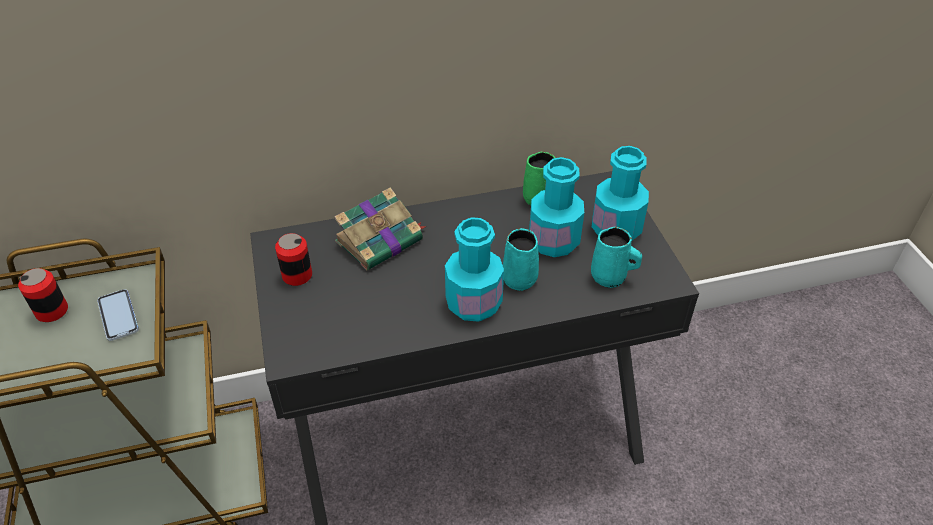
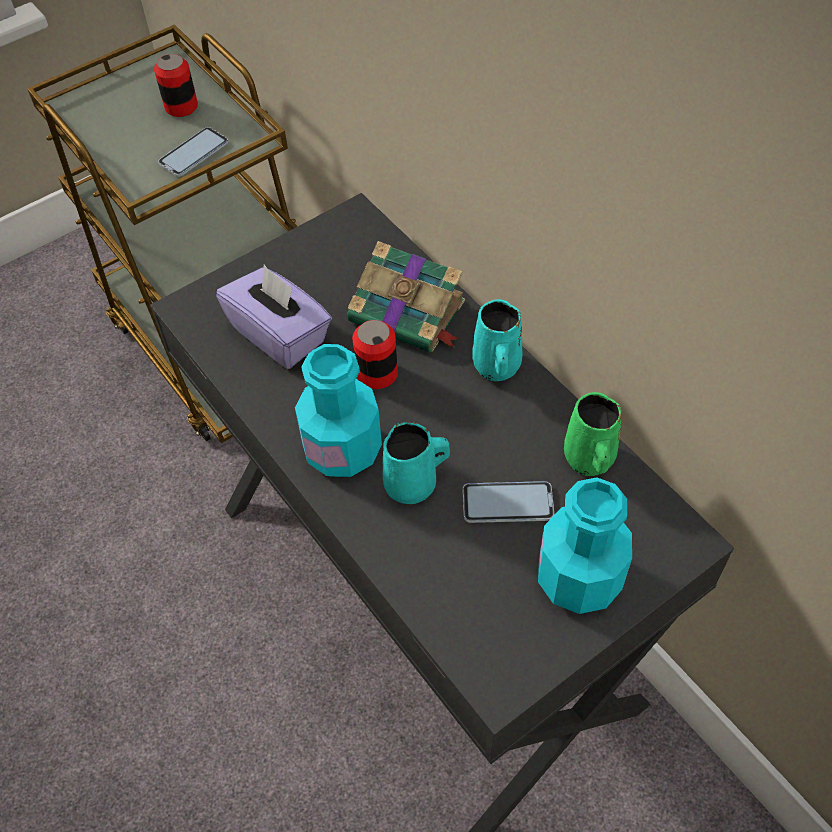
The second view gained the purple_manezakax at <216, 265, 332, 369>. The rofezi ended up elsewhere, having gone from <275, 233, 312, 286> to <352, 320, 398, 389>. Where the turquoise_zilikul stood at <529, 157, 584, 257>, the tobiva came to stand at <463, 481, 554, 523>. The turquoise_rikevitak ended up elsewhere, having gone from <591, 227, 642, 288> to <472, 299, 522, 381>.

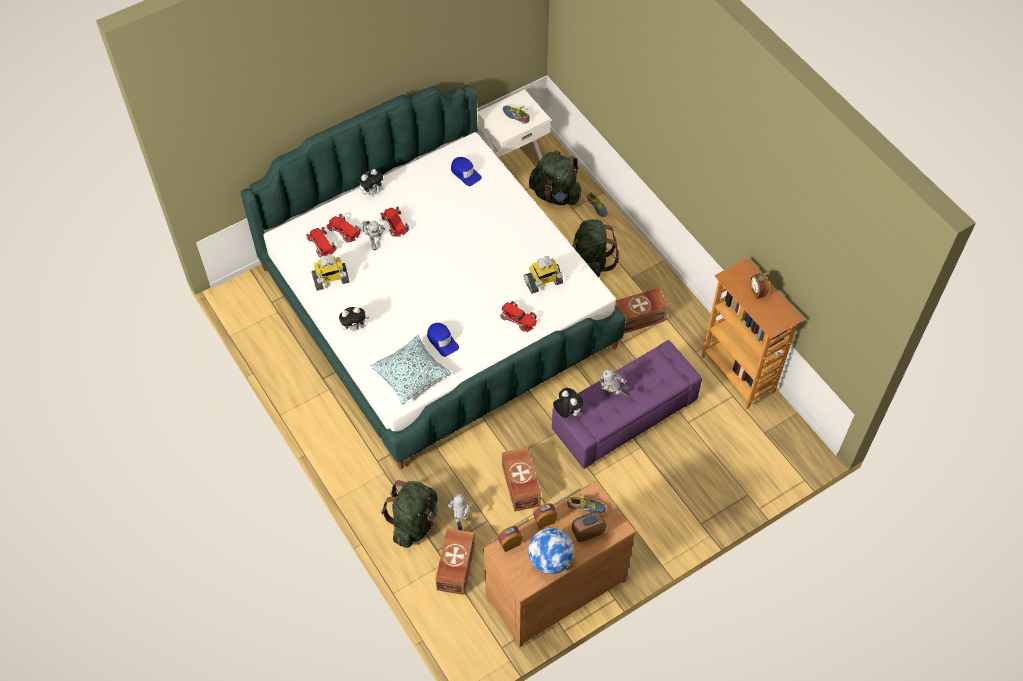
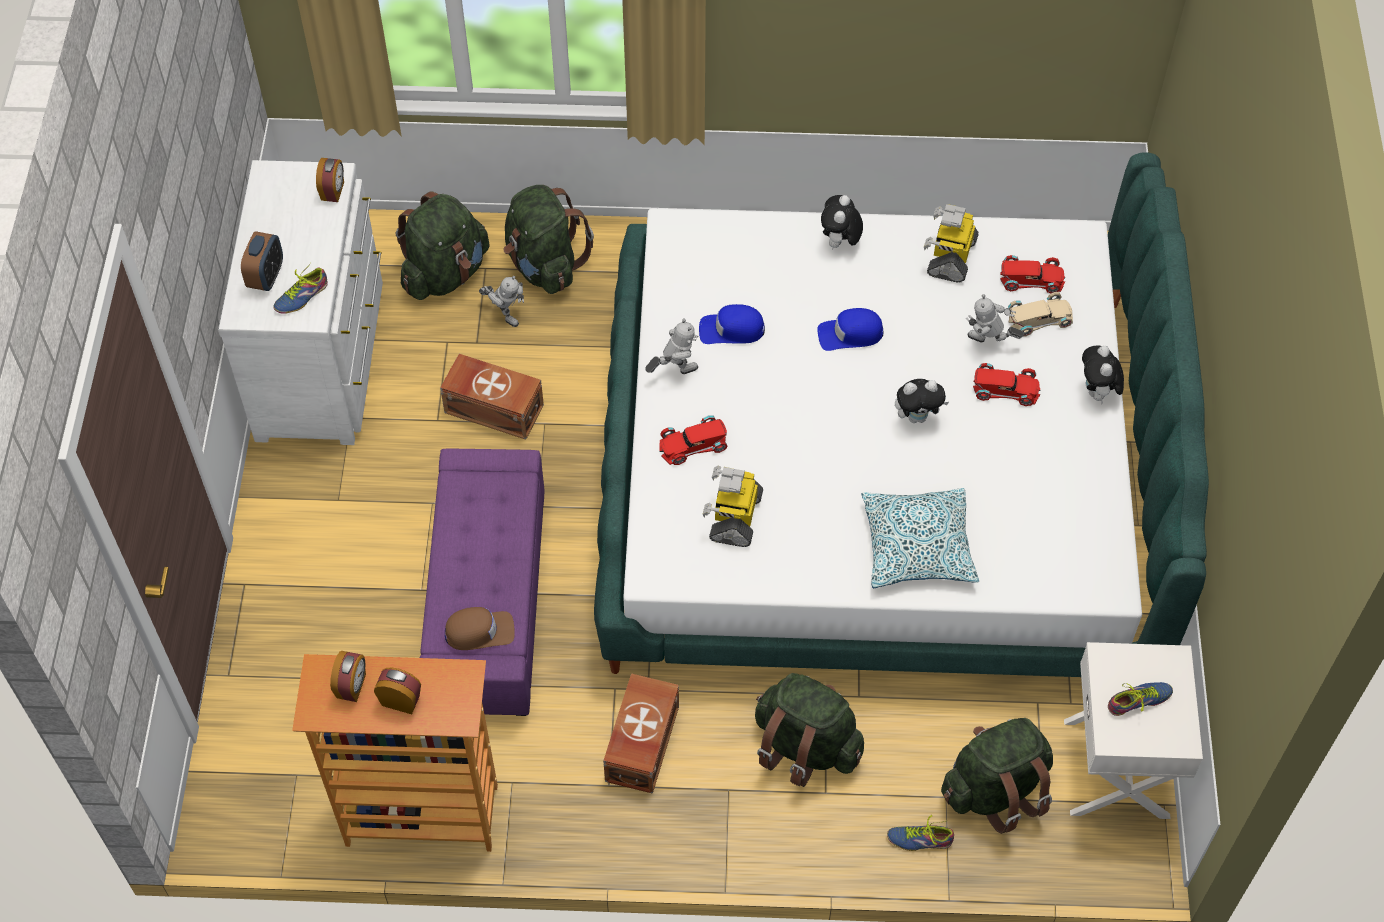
What was the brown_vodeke at <483, 481, 636, 647> turned into the white_vodeke at <218, 160, 383, 445>. The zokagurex ended up elsewhere, having gone from <533, 503, 558, 529> to <330, 651, 366, 702>. Where the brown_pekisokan stood at <435, 528, 475, 595>, the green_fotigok came to stand at <396, 191, 489, 300>. The second view gained the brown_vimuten at <445, 607, 515, 650>. The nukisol ended up elsewhere, having gone from <599, 368, 630, 396> to <645, 318, 698, 374>. The blue_vimuten ended up elsewhere, having gone from <451, 157, 482, 186> to <817, 308, 883, 351>. The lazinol ended up elsewhere, having gone from <371, 335, 451, 404> to <862, 488, 979, 588>. The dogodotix ended up elsewhere, having gone from <553, 388, 584, 418> to <895, 379, 949, 423>. What was the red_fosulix at <327, 214, 361, 243> turned into the beige_fosulix at <1008, 292, 1073, 337>. The second view lost the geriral at <528, 528, 574, 574>.

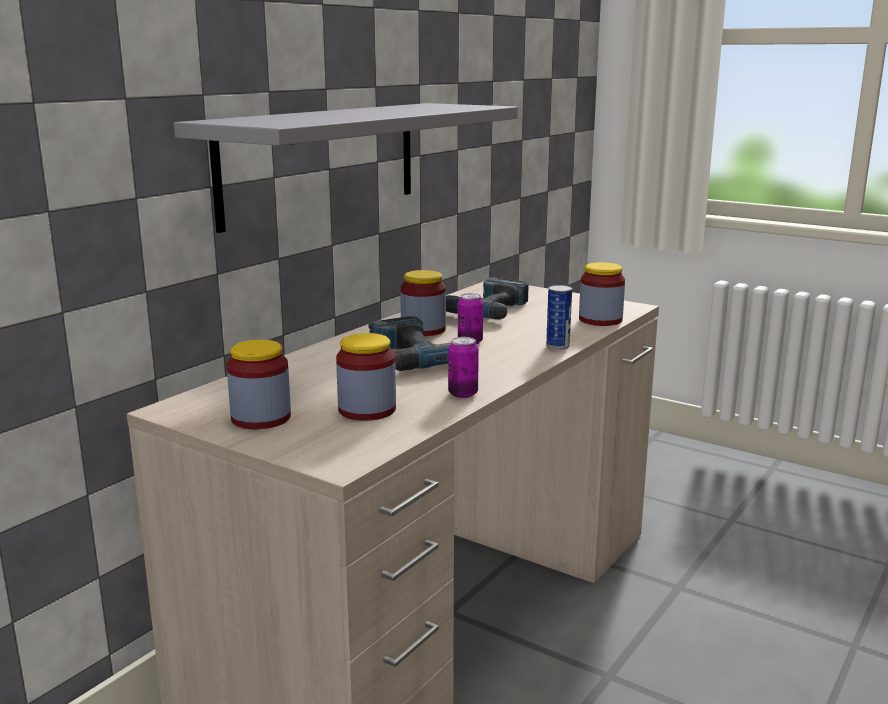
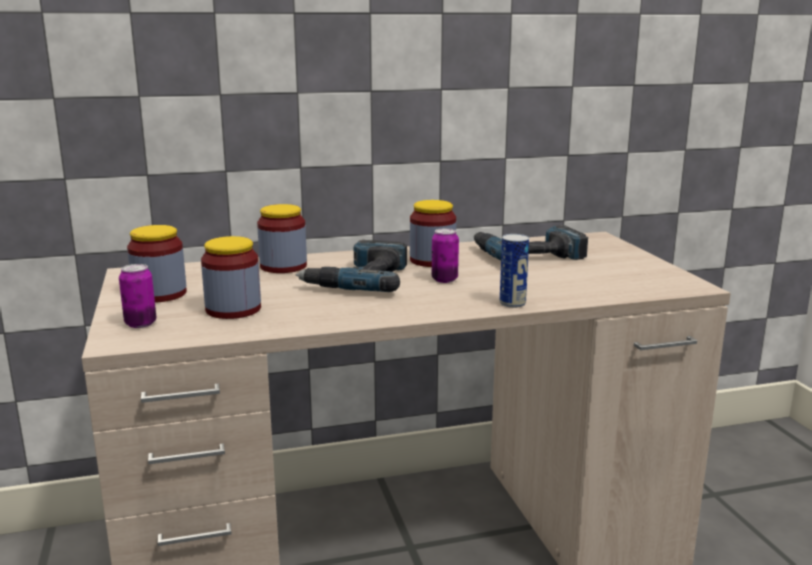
The rofezi ended up elsewhere, having gone from <448, 337, 479, 398> to <119, 264, 156, 328>. The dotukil ended up elsewhere, having gone from <579, 262, 625, 326> to <257, 204, 307, 273>. The second view lost the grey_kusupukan at <174, 103, 518, 233>.

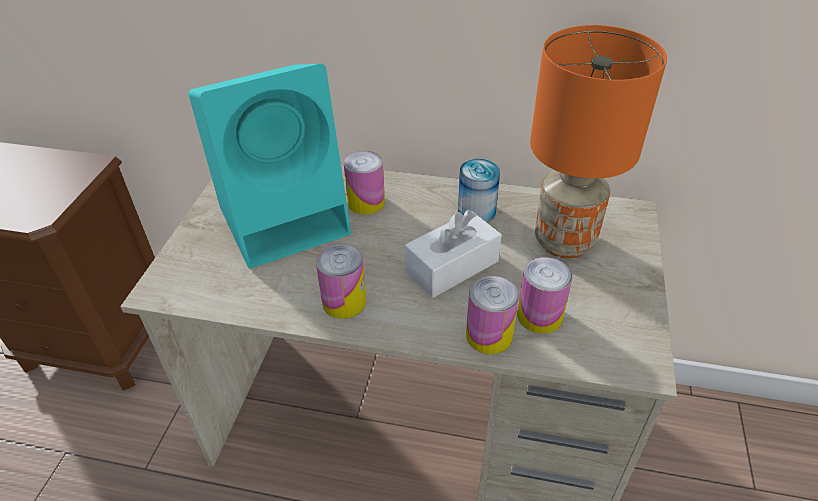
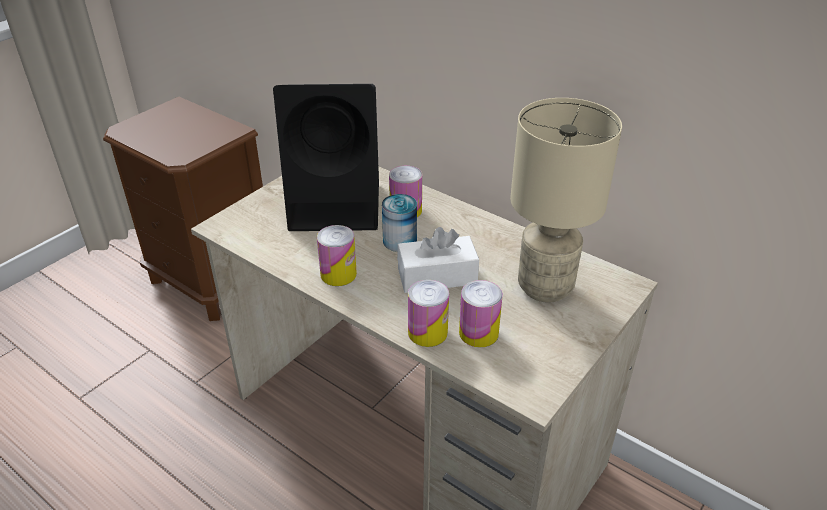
What was the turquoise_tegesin at <188, 64, 351, 269> turned into the black_tegesin at <273, 84, 379, 231>. The rofezi ended up elsewhere, having gone from <458, 159, 500, 222> to <382, 194, 417, 252>. What was the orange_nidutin at <530, 25, 667, 259> turned into the beige_nidutin at <510, 98, 622, 303>.

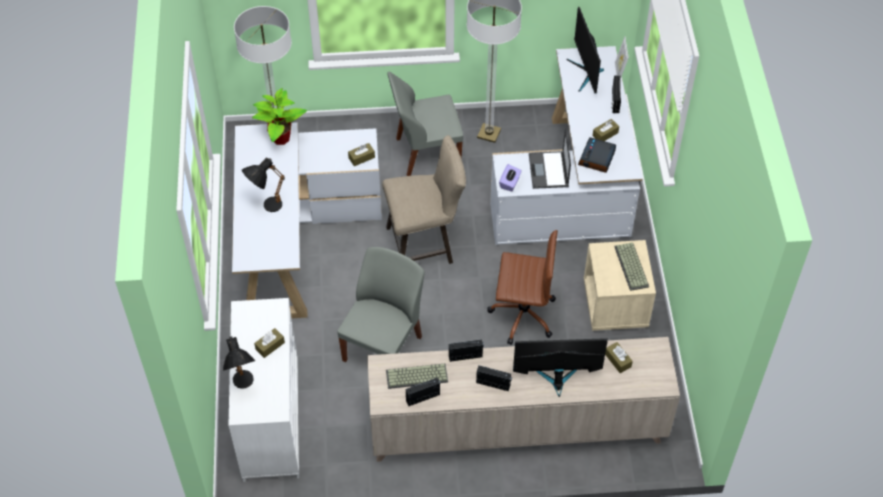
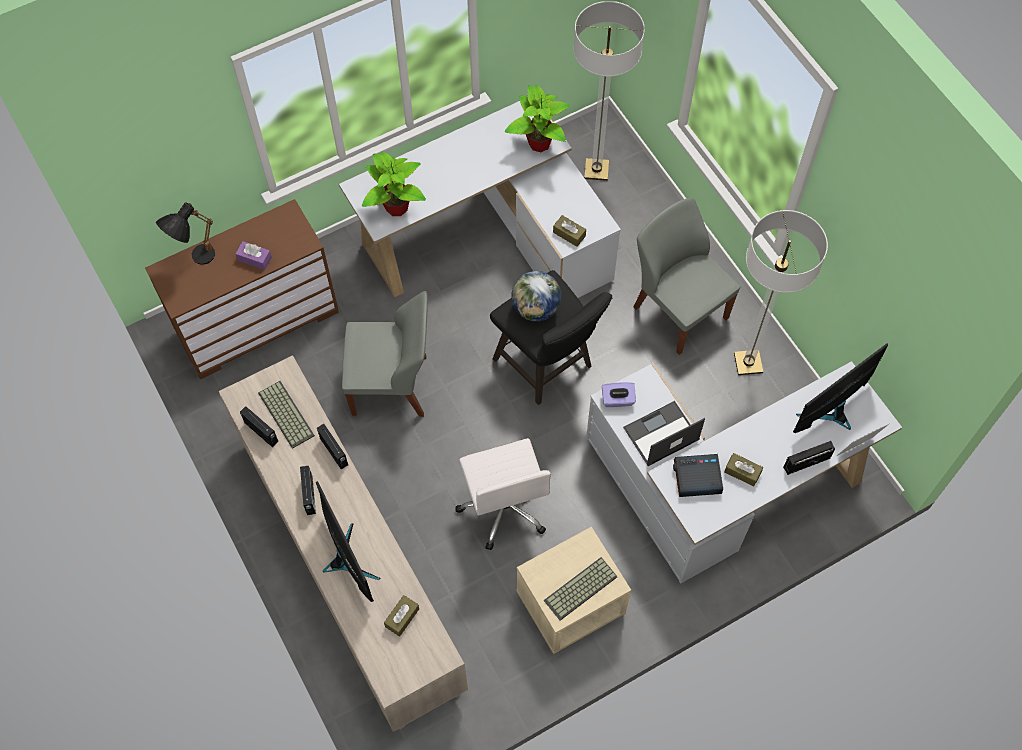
What was the white_vodeke at <229, 298, 299, 482> turned into the brown_vodeke at <145, 199, 339, 380>. What was the brown_manezakax at <254, 328, 285, 358> turned into the purple_manezakax at <235, 241, 272, 270>. The second view gained the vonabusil at <362, 151, 426, 216>. What was the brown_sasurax at <487, 230, 558, 345> turned into the white_sasurax at <455, 438, 551, 550>. What was the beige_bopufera at <382, 135, 466, 264> turned into the black_bopufera at <490, 270, 612, 405>. The second view gained the geriral at <511, 271, 561, 321>. The second view lost the black_nidutin at <242, 157, 285, 212>.

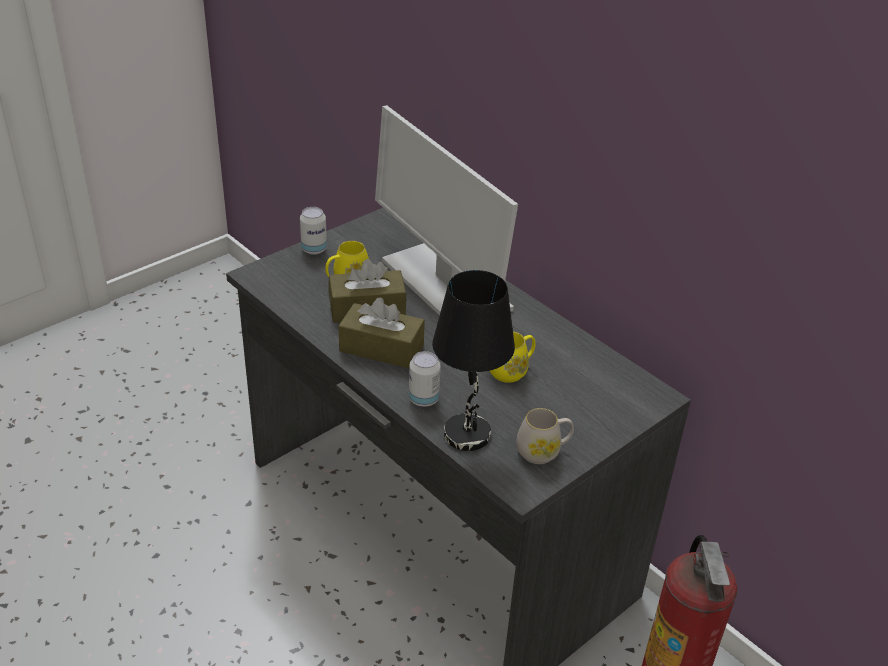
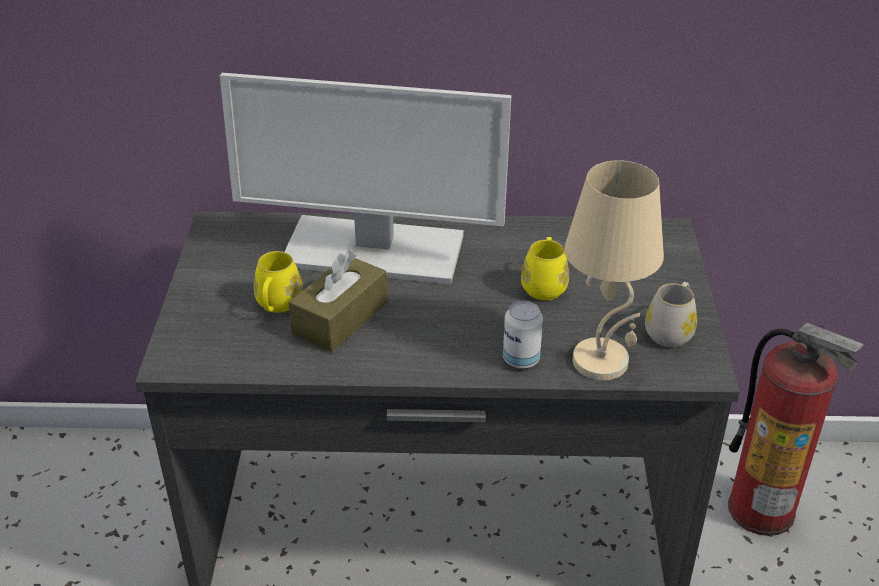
What was the black_nidutin at <432, 270, 515, 451> turned into the beige_nidutin at <564, 160, 664, 380>. The second view lost the rofezi at <300, 207, 327, 255>. The second view lost the brown_manezakax at <339, 297, 425, 368>.

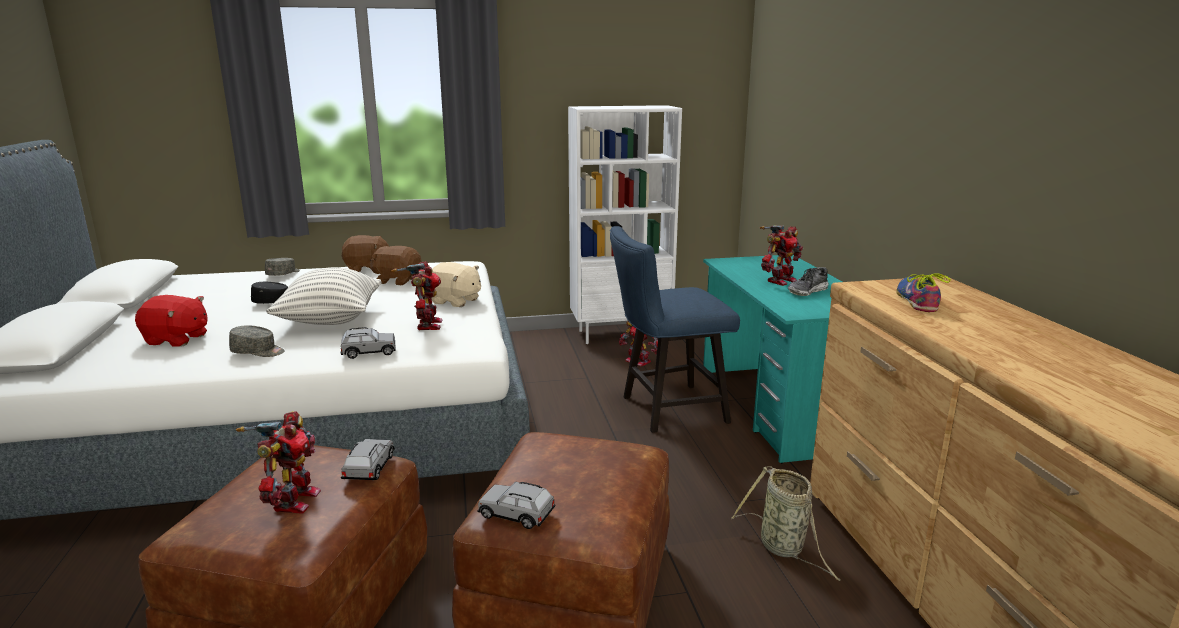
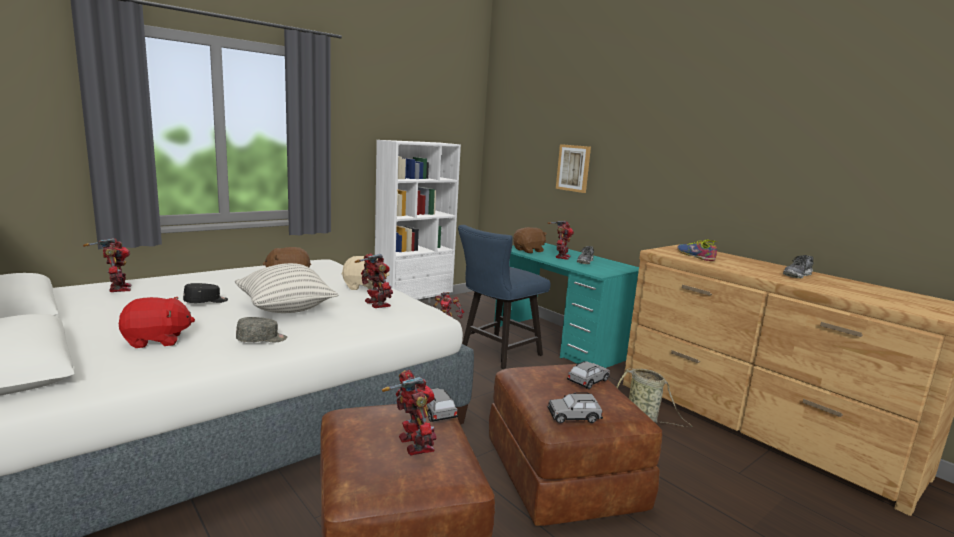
The second view gained the nukisol at <83, 238, 131, 292>. The brown_dogodotix ended up elsewhere, having gone from <341, 235, 389, 272> to <513, 227, 547, 253>. The second view gained the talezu at <556, 144, 591, 193>. The grey_fosulix ended up elsewhere, having gone from <341, 327, 396, 359> to <567, 361, 610, 389>. The second view gained the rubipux at <783, 255, 814, 278>. The second view lost the grey_vimuten at <265, 258, 300, 276>.

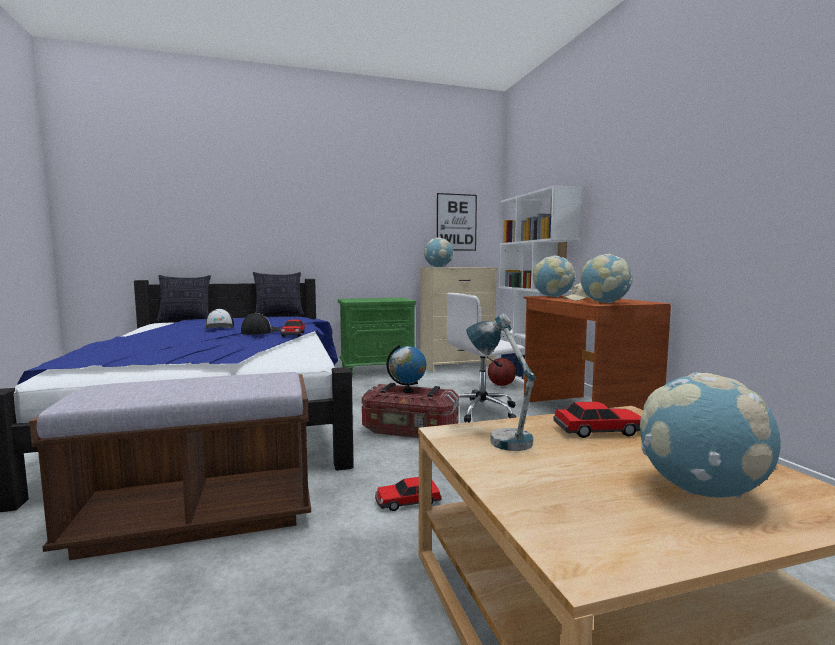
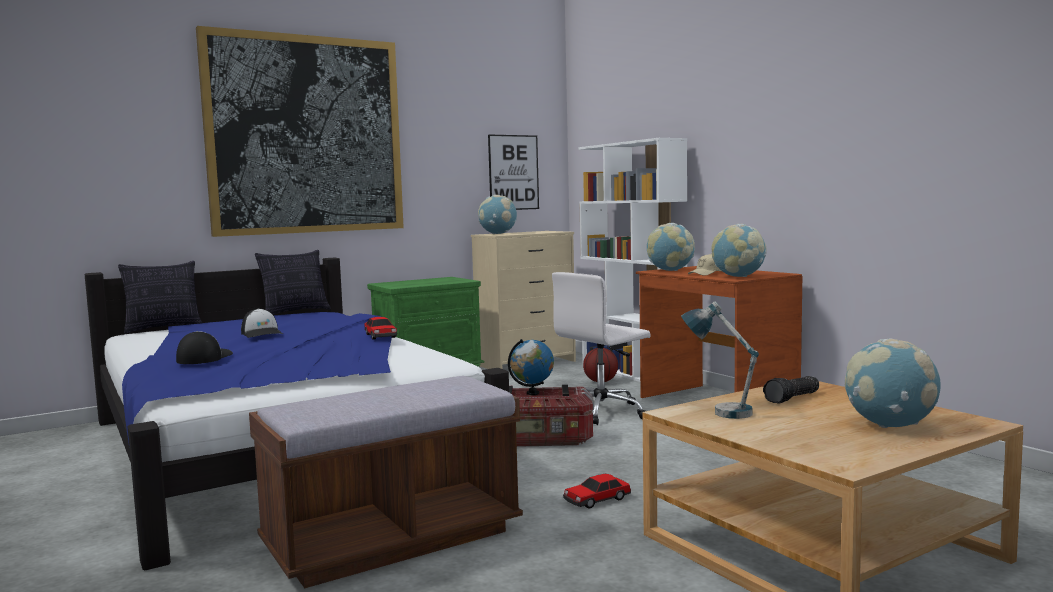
The vimuten ended up elsewhere, having gone from <241, 313, 281, 335> to <176, 331, 233, 364>. The second view gained the talezu at <196, 26, 404, 237>. Where the fosulix stood at <553, 402, 641, 438>, the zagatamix came to stand at <763, 376, 819, 403>.

